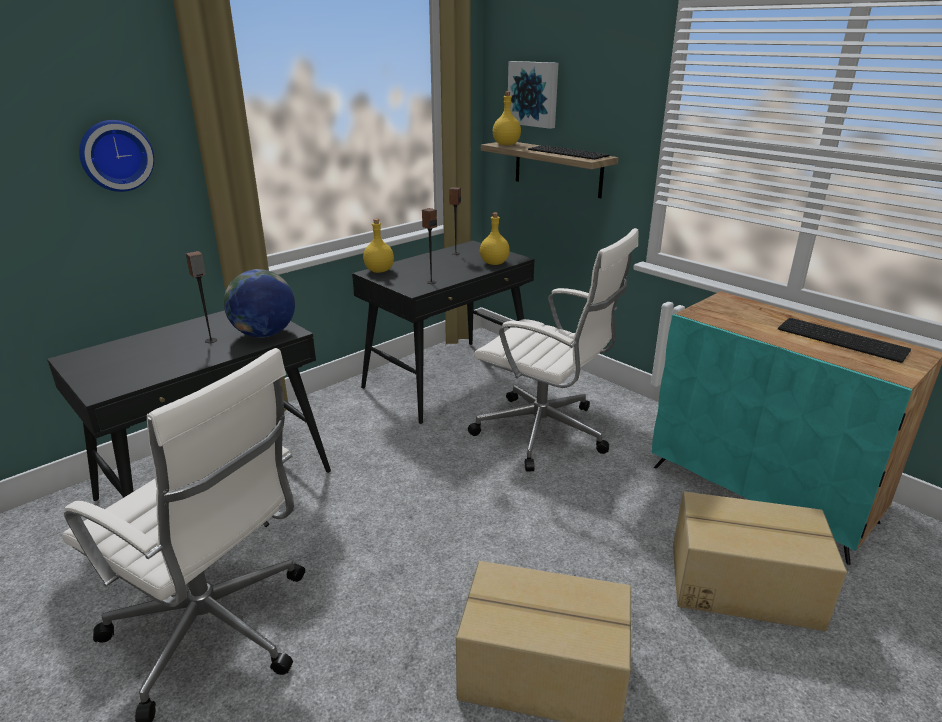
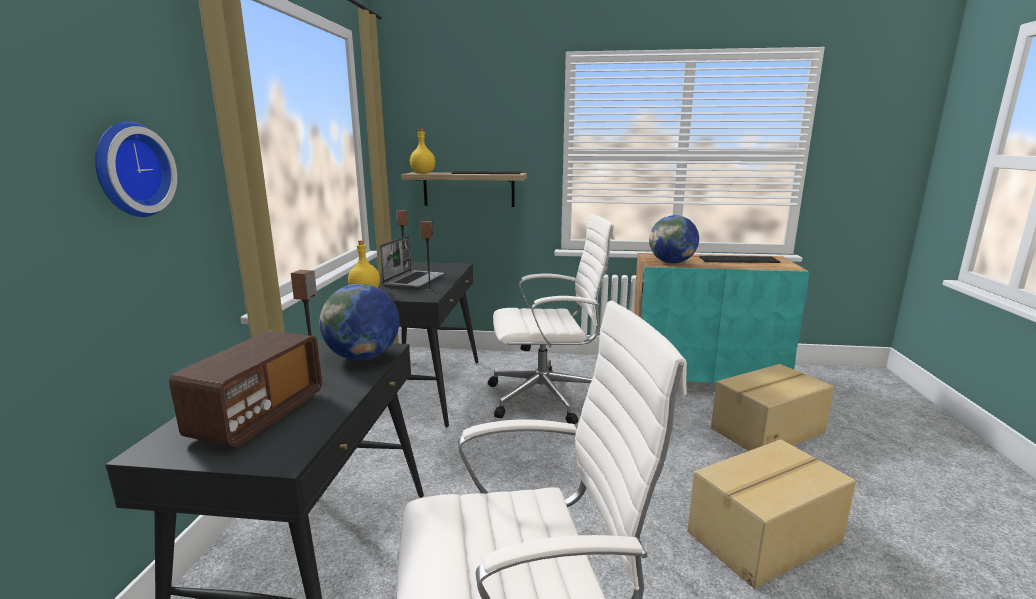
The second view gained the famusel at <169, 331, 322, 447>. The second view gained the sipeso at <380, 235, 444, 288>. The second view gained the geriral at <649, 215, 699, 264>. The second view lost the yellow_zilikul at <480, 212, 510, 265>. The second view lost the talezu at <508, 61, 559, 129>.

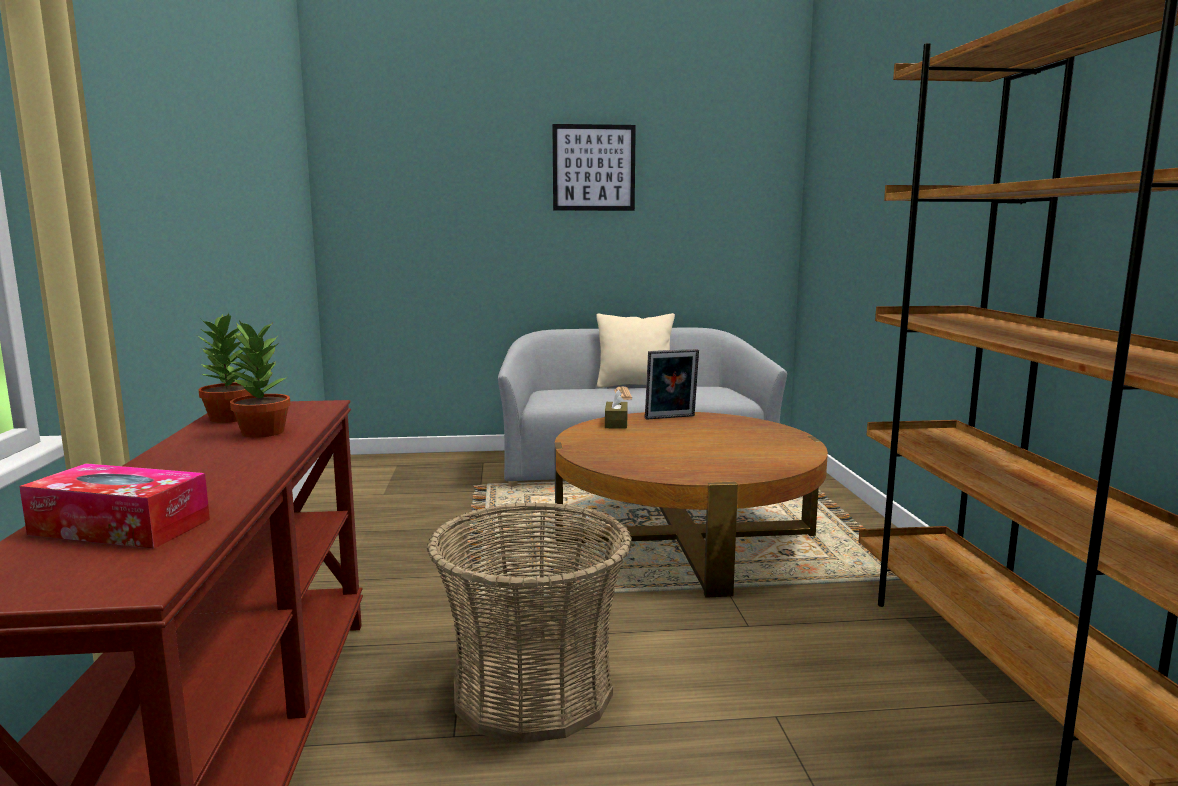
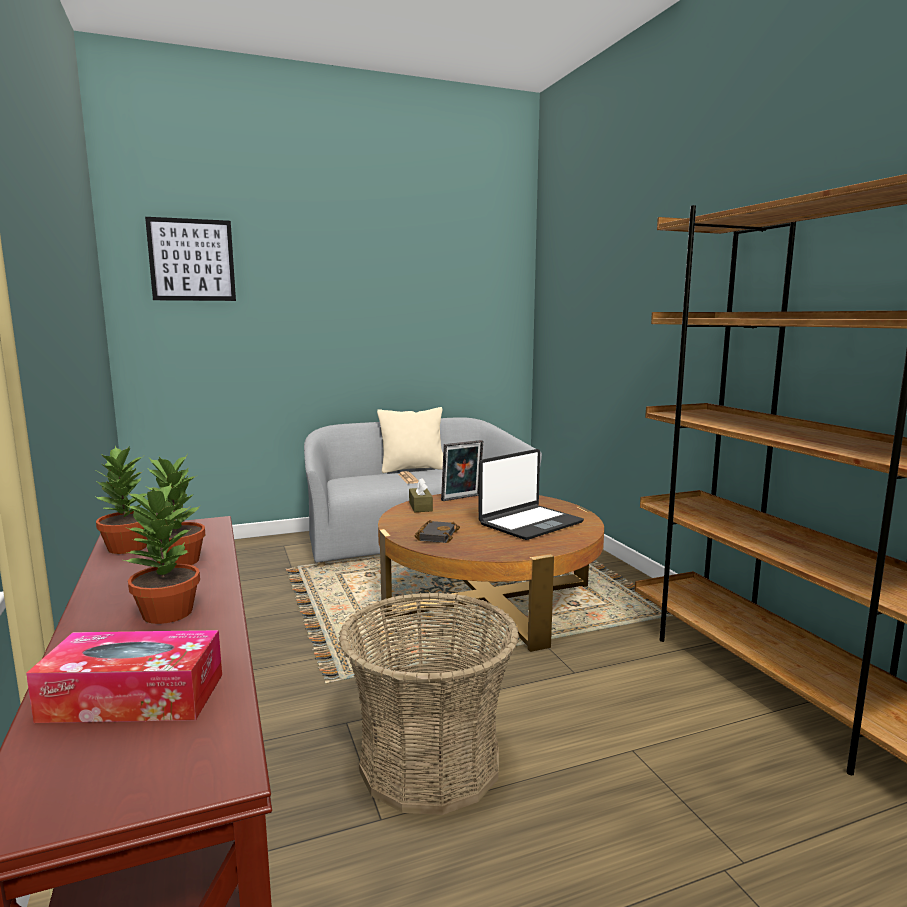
The second view gained the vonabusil at <124, 482, 200, 624>. The talezu ended up elsewhere, having gone from <552, 124, 636, 211> to <145, 217, 236, 301>. The second view gained the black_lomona at <415, 520, 460, 543>. The second view gained the sipeso at <478, 449, 584, 540>.

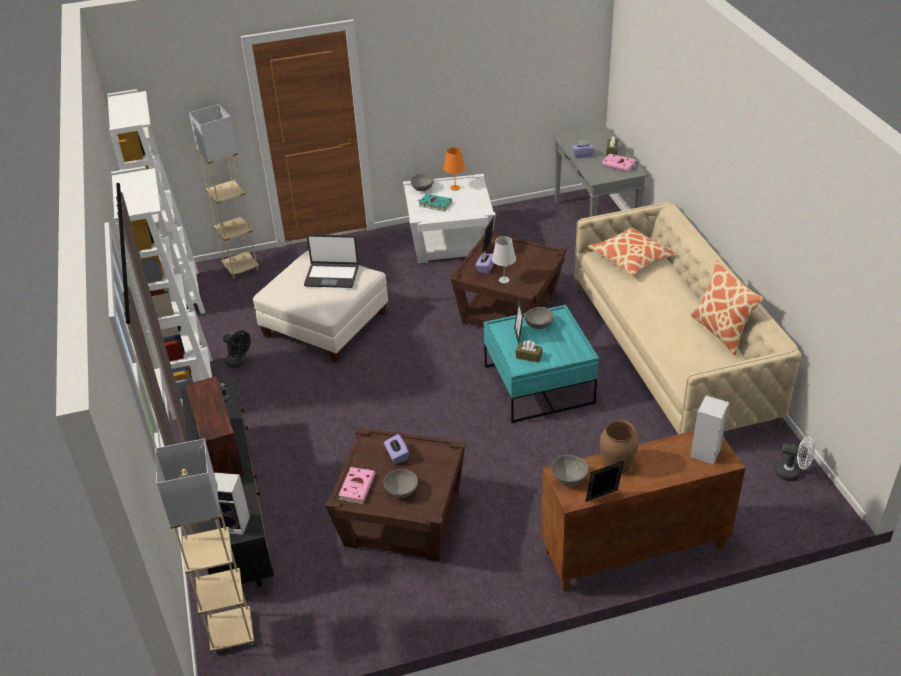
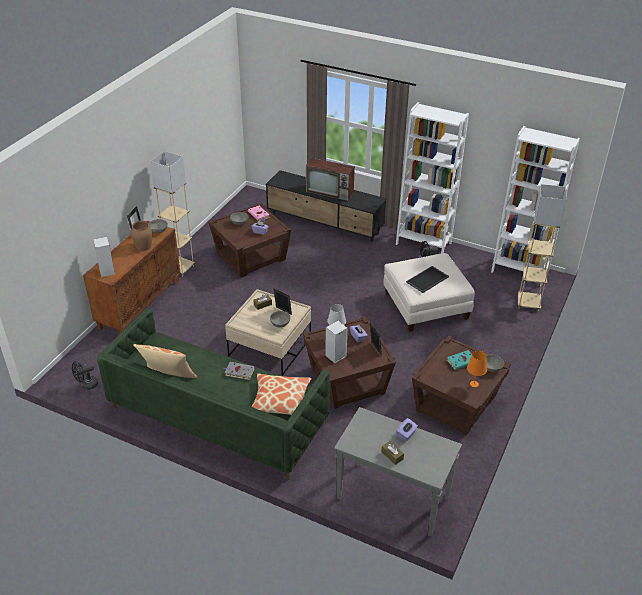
What was the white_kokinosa at <775, 437, 815, 481> turned into the black_kokinosa at <72, 361, 98, 390>. What was the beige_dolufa at <574, 202, 801, 434> turned into the green_dolufa at <97, 308, 330, 480>. The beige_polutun ended up elsewhere, having gone from <155, 438, 254, 654> to <150, 151, 195, 276>. The second view gained the grey_lomona at <223, 362, 255, 380>. What was the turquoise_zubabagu at <484, 305, 599, 423> turned into the beige_zubabagu at <225, 289, 311, 376>. The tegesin ended up elsewhere, having gone from <214, 472, 250, 535> to <325, 321, 348, 363>. Where the sipeso stood at <304, 234, 359, 288>, the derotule came to stand at <406, 266, 449, 293>. What was the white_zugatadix at <403, 174, 496, 263> turned into the brown_zugatadix at <412, 336, 512, 436>. The second view lost the pink_lomona at <602, 153, 637, 172>.

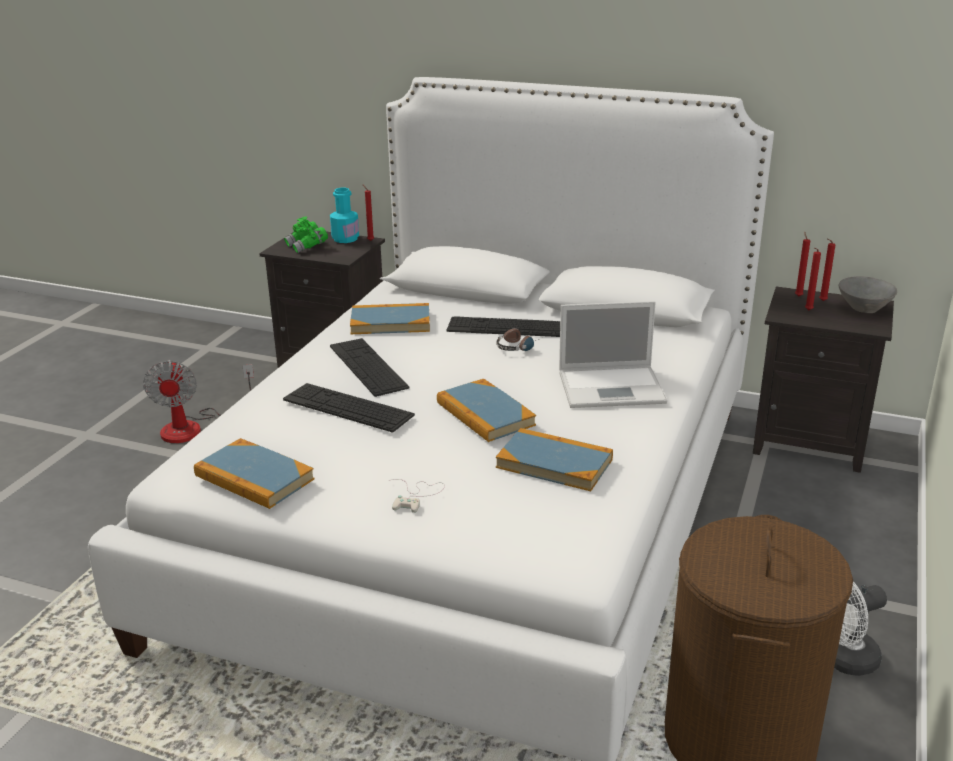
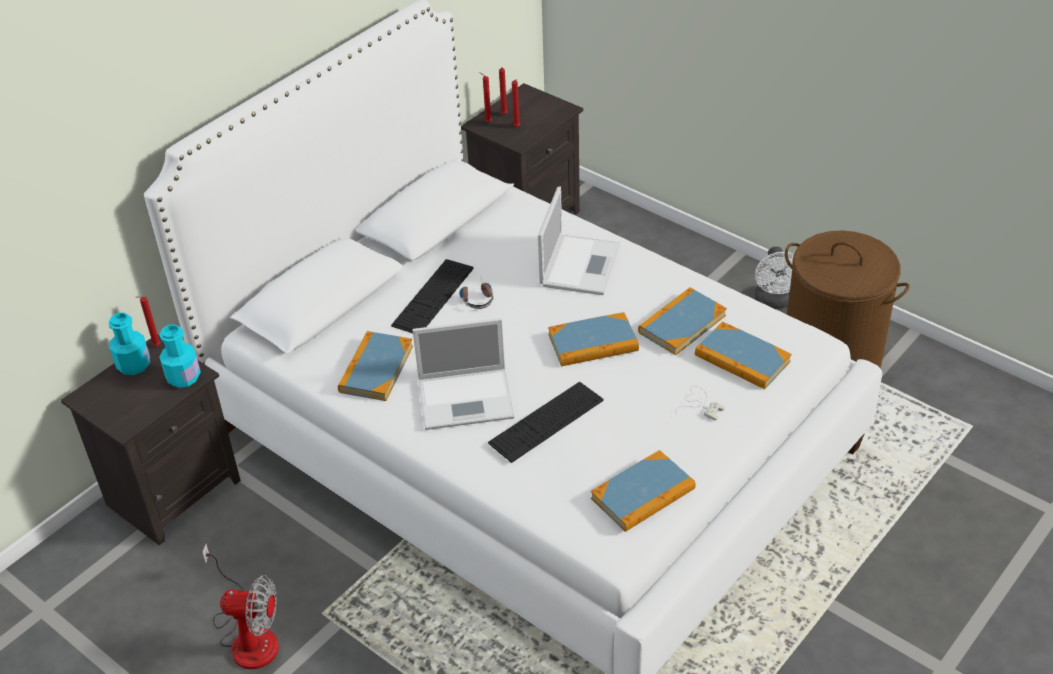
The second view gained the turquoise_zilikul at <159, 324, 201, 388>. Where the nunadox stood at <330, 338, 409, 397>, the sipeso came to stand at <412, 318, 515, 430>. The second view gained the lomona at <695, 322, 792, 389>. The second view lost the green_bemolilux at <284, 216, 328, 253>. The second view lost the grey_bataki at <839, 276, 897, 313>.

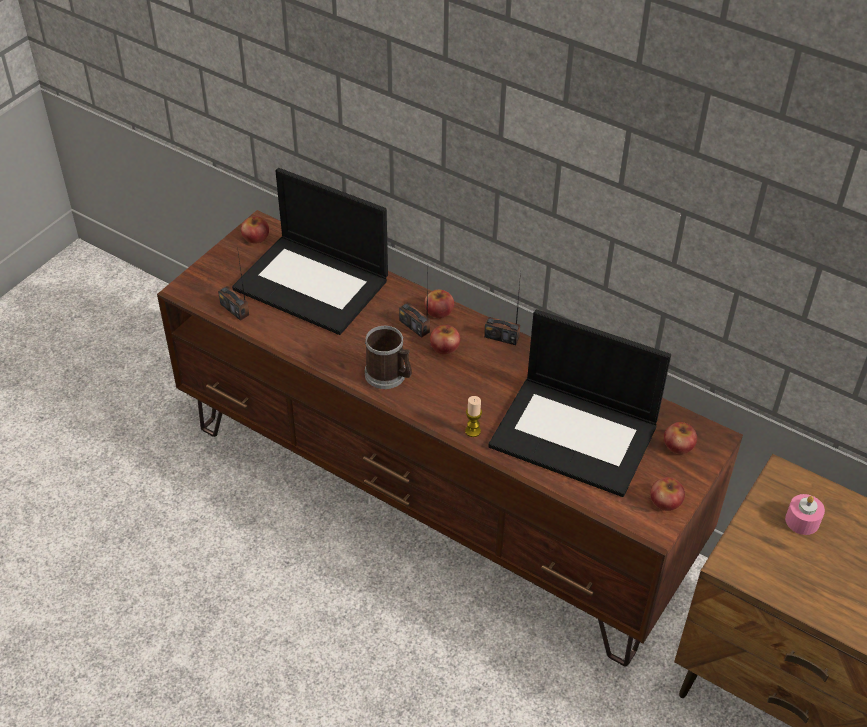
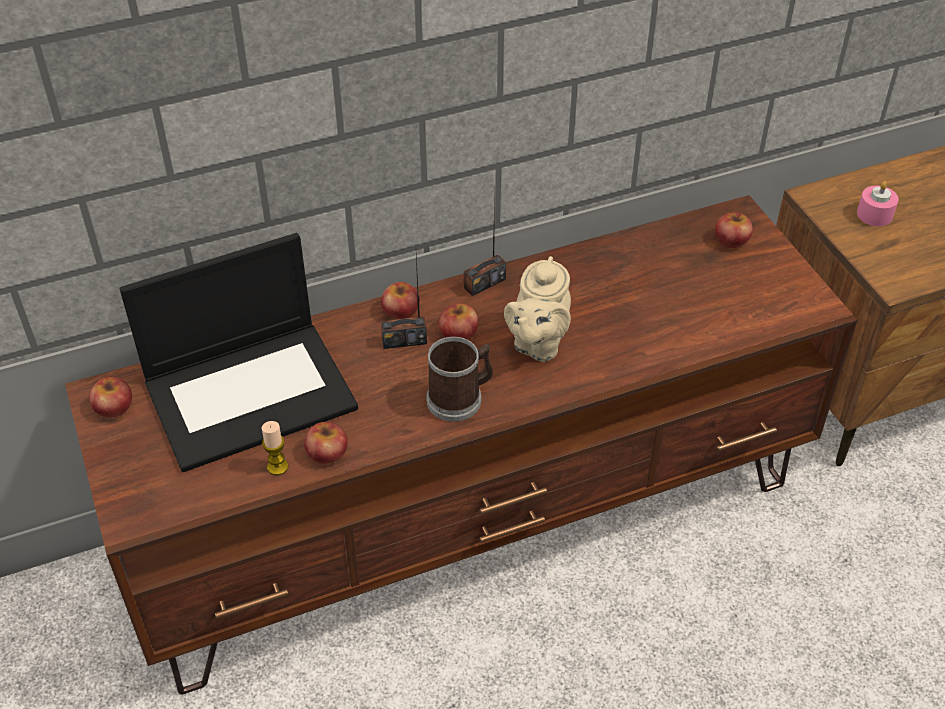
The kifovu ended up elsewhere, having gone from <465, 396, 482, 437> to <262, 421, 288, 475>. The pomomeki ended up elsewhere, having gone from <650, 477, 685, 511> to <304, 422, 348, 464>. The second view gained the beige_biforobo at <504, 256, 571, 362>. The second view lost the famusel at <218, 247, 249, 321>. The second view lost the sipeso at <488, 309, 671, 497>.

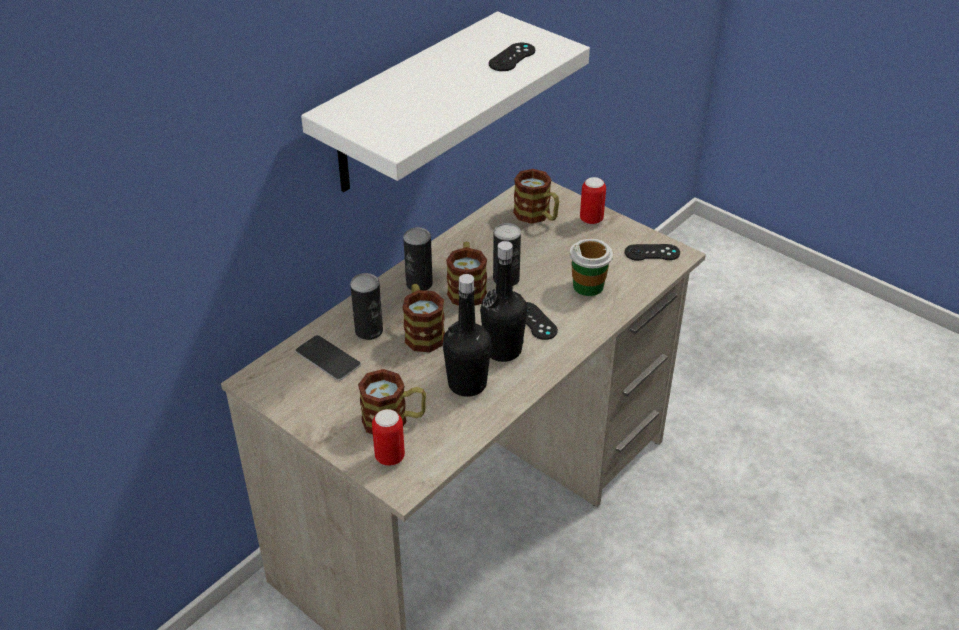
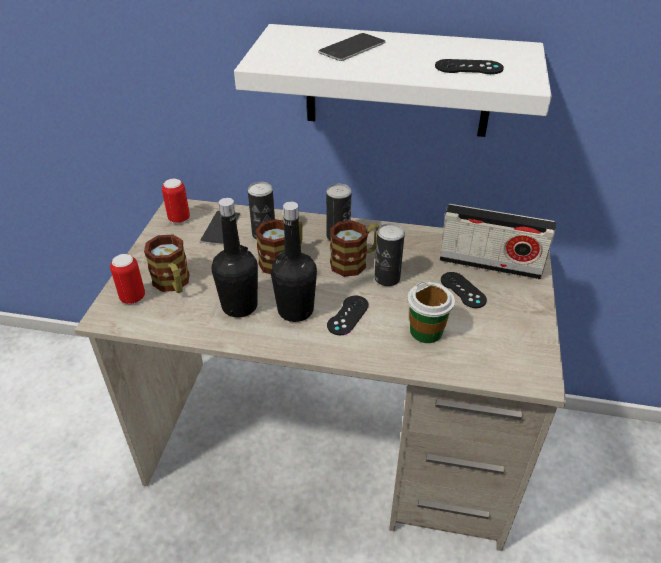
The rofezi ended up elsewhere, having gone from <580, 177, 606, 225> to <162, 179, 190, 223>. The second view gained the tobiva at <318, 33, 386, 61>. Where the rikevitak stood at <513, 169, 559, 224>, the famusel came to stand at <439, 204, 556, 279>. The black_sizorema ended up elsewhere, having gone from <625, 244, 680, 261> to <441, 272, 487, 308>.

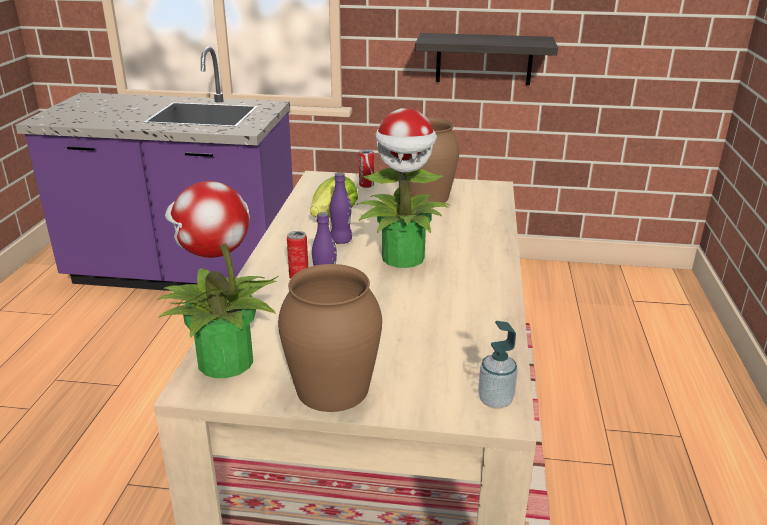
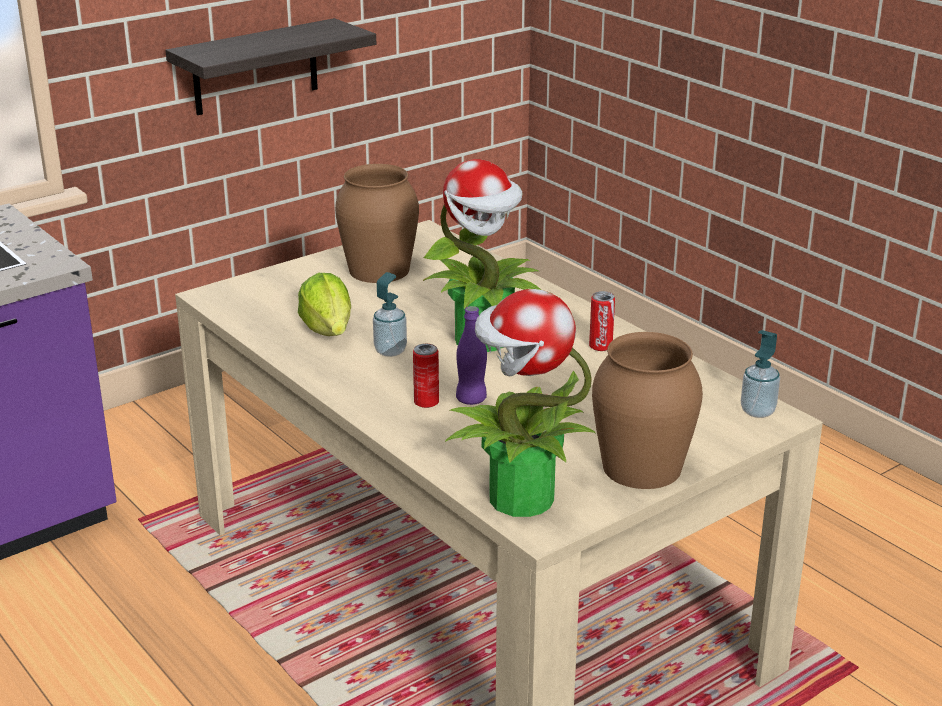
Where the purple_zilikul stood at <330, 172, 352, 244>, the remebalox came to stand at <373, 272, 407, 357>. The rofezi ended up elsewhere, having gone from <359, 149, 374, 188> to <589, 291, 615, 351>.

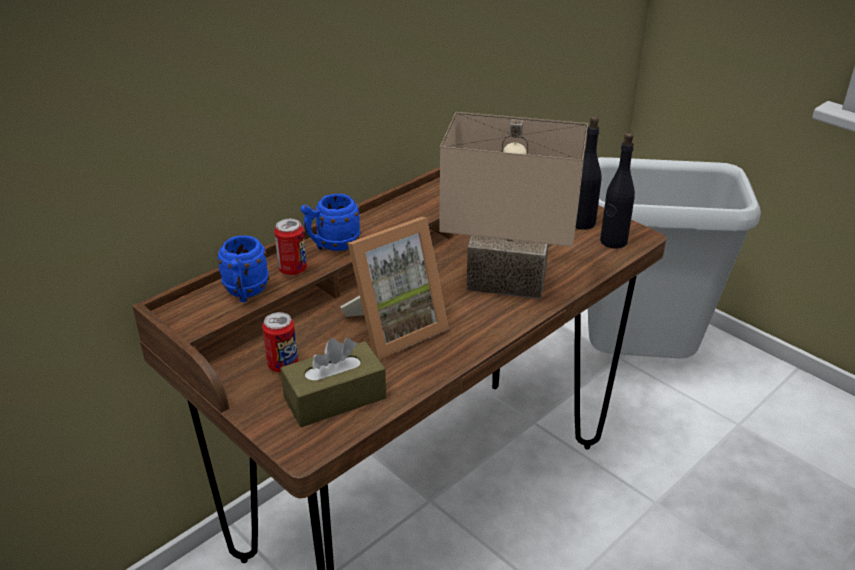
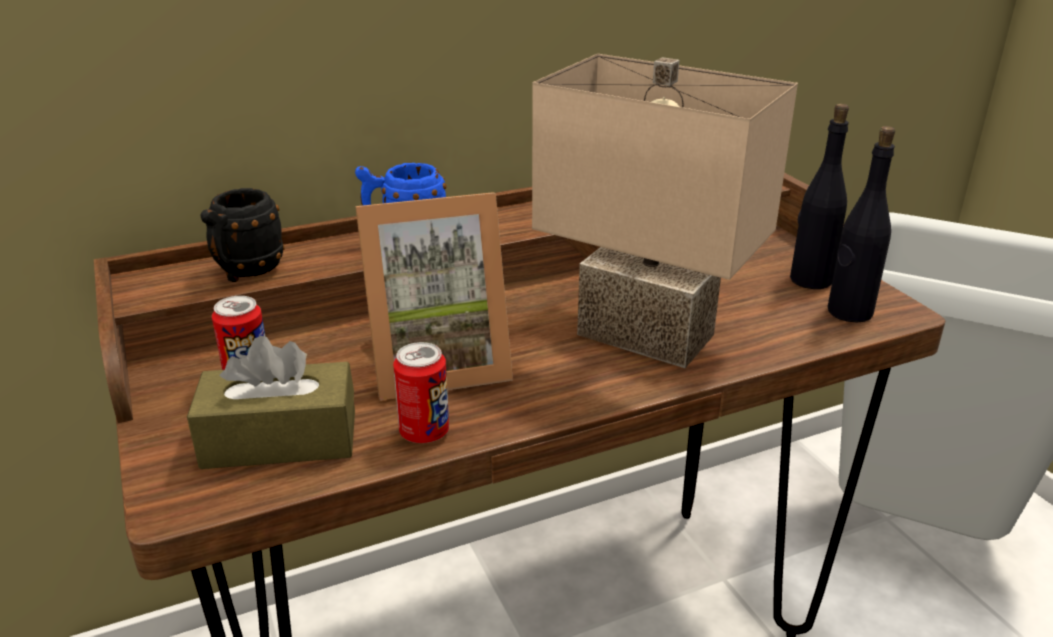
What was the blue_rikevitak at <217, 235, 270, 302> turned into the black_rikevitak at <200, 188, 285, 282>. The rofezi ended up elsewhere, having gone from <274, 219, 307, 275> to <393, 342, 449, 443>.

